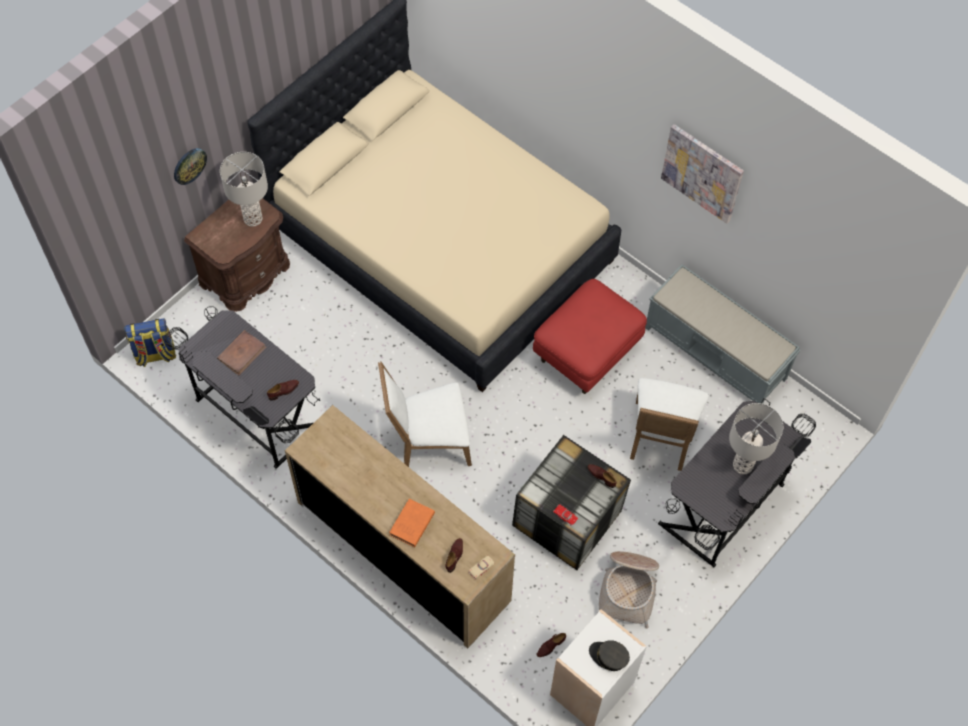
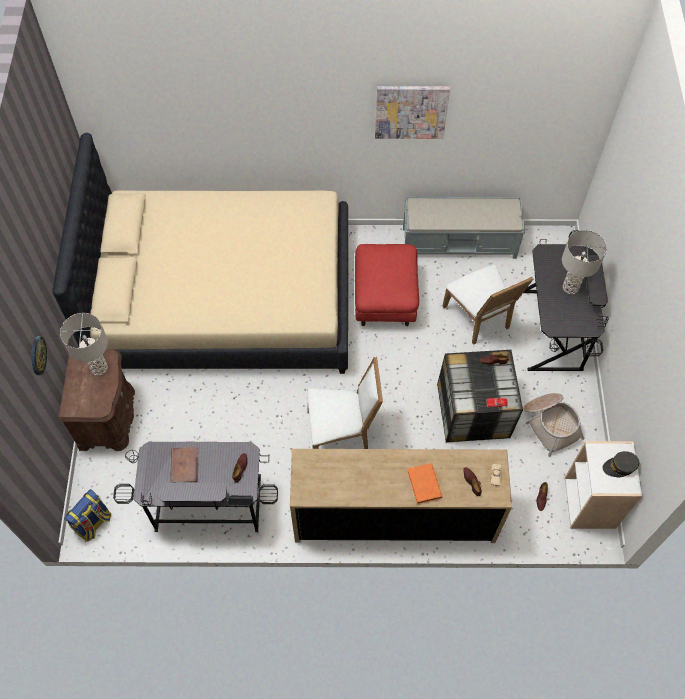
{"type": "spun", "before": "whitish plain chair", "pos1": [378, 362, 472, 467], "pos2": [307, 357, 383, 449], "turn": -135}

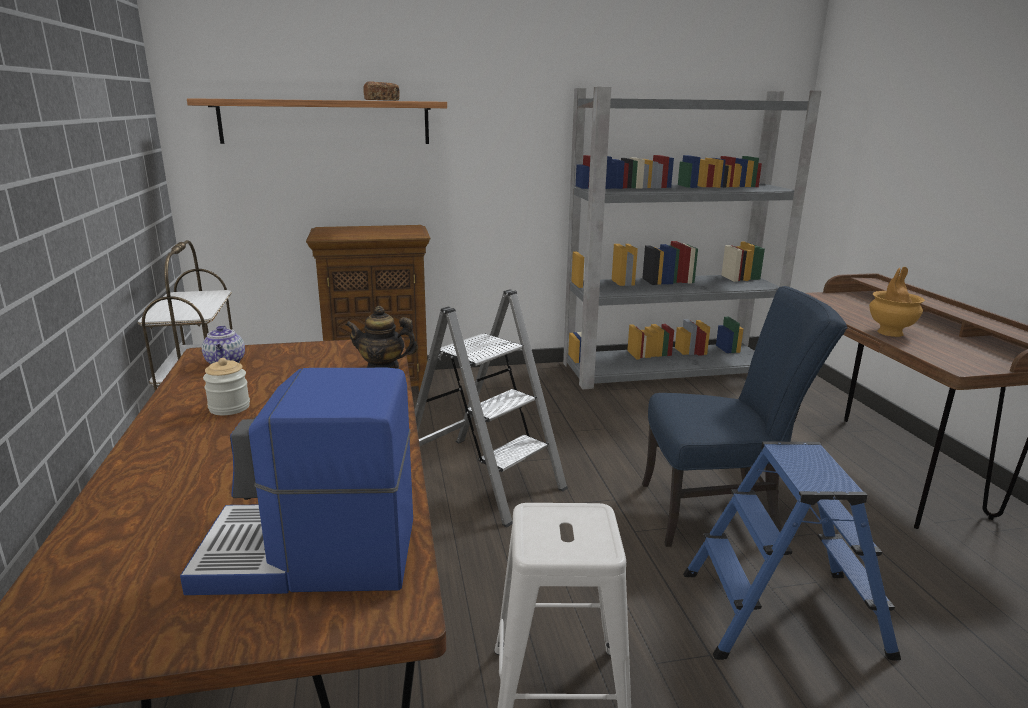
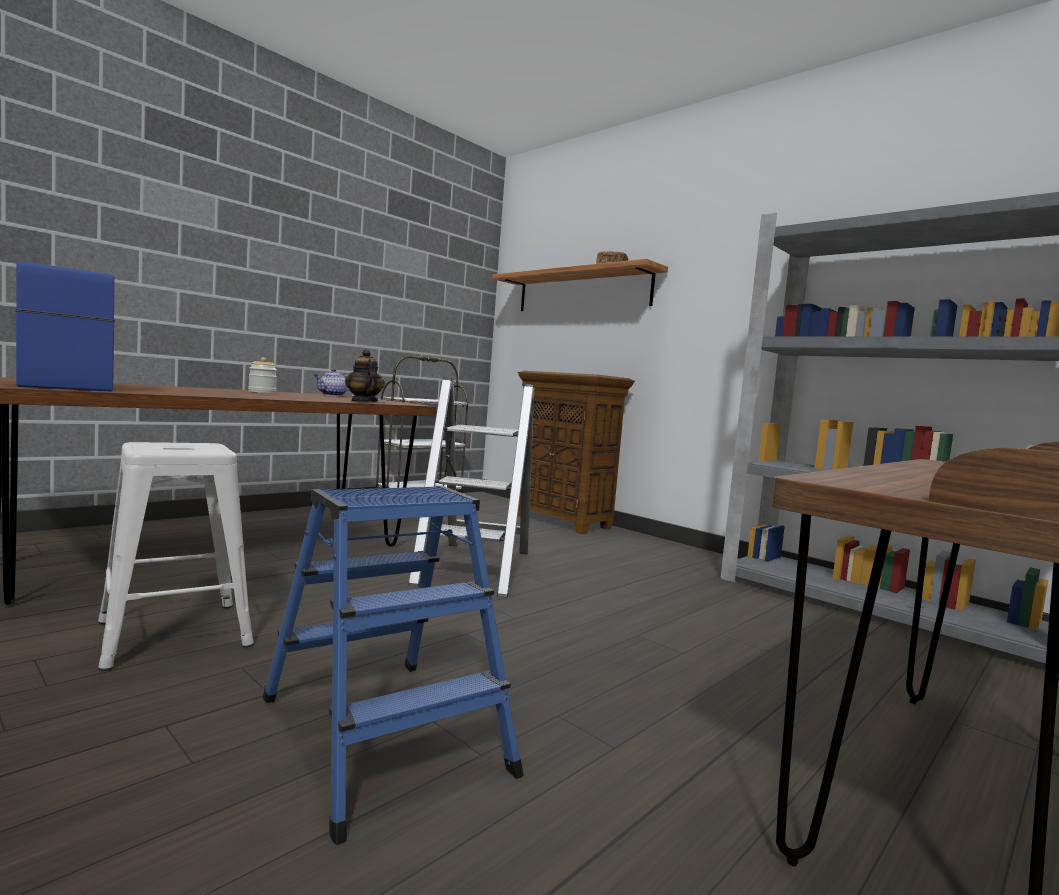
{"type": "missing", "before": "brown decorative vase", "pos1": [869, 267, 925, 337]}
{"type": "missing", "before": "blue plain chair", "pos1": [642, 286, 847, 547]}

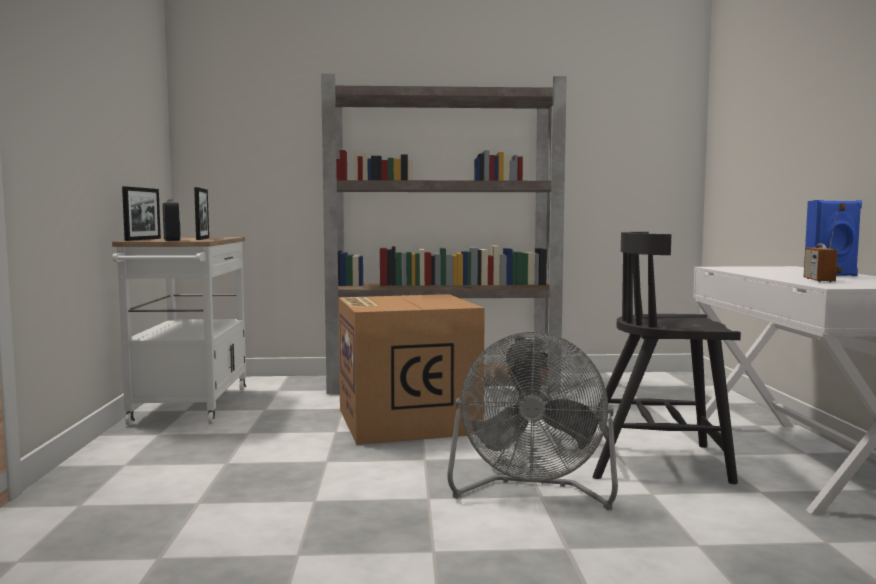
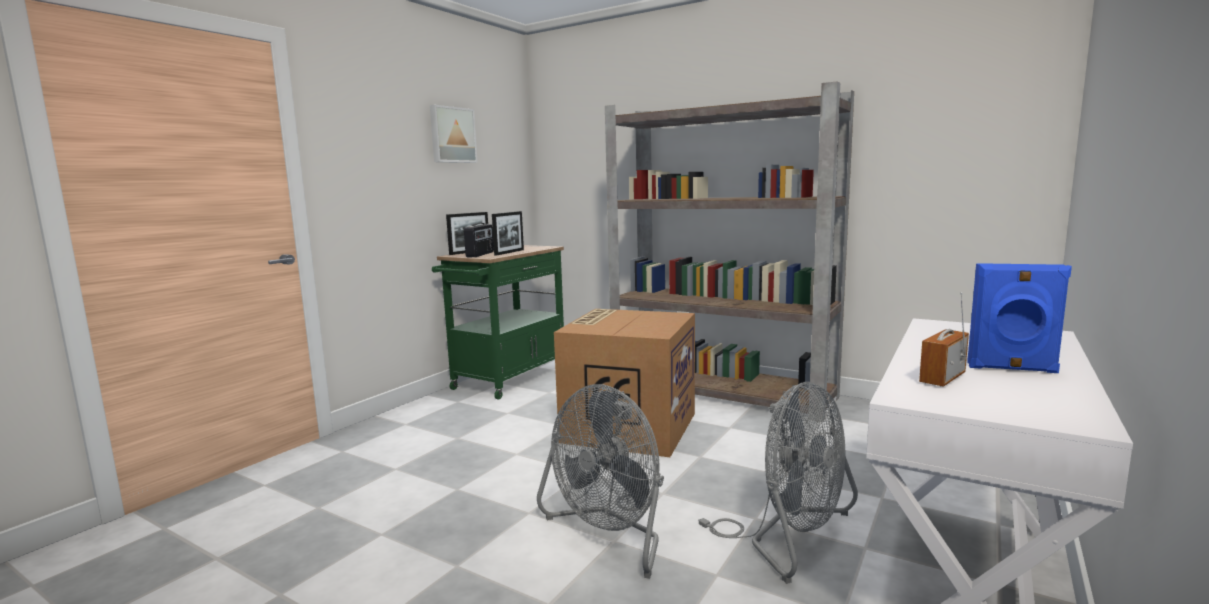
{"type": "exchanged", "before": "black plain chair", "after": "greyish cooling fan", "pos1": [588, 232, 741, 484], "pos2": [698, 382, 858, 584]}
{"type": "colour", "before": "whitish cart", "after": "greenish cart", "pos1": [112, 237, 246, 425], "pos2": [432, 245, 564, 400]}
{"type": "appeared", "after": "wall art", "pos2": [430, 105, 478, 163]}

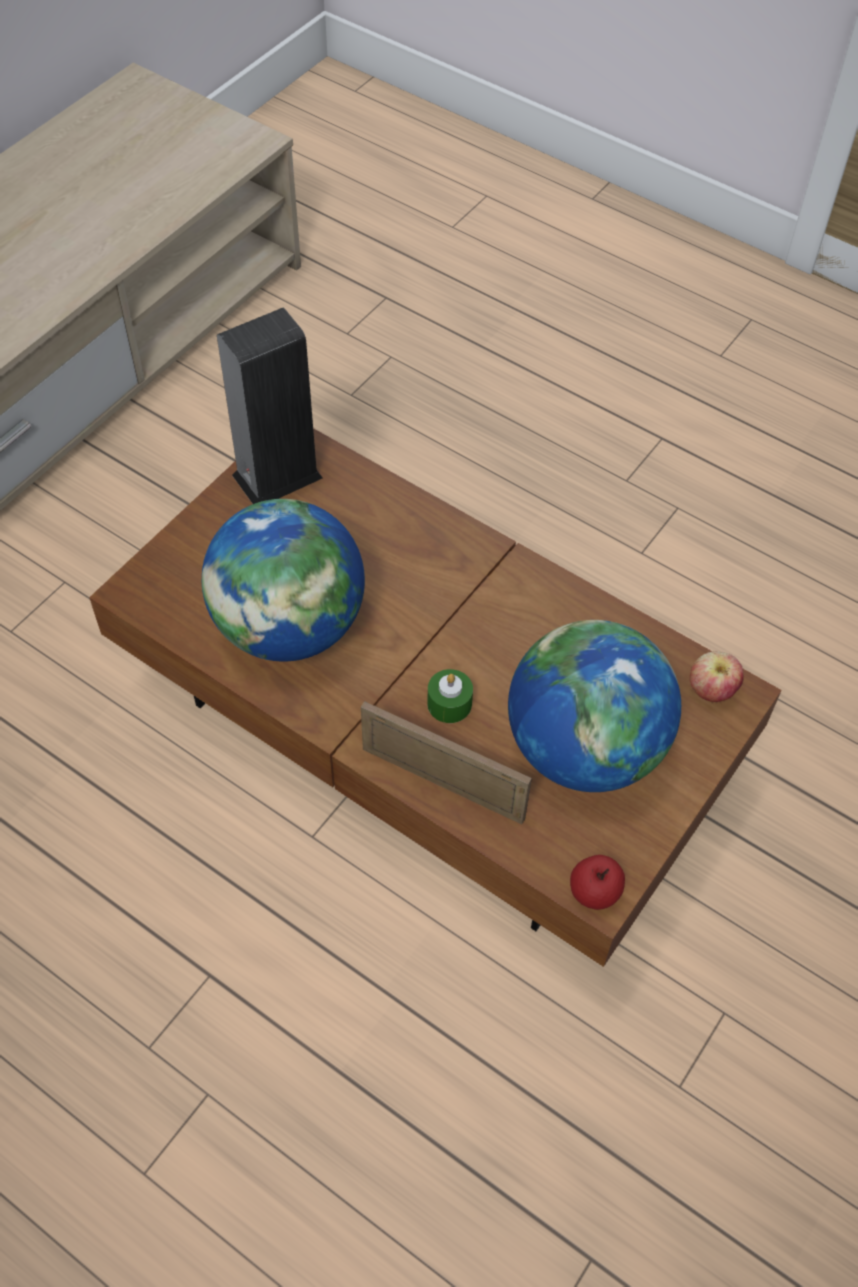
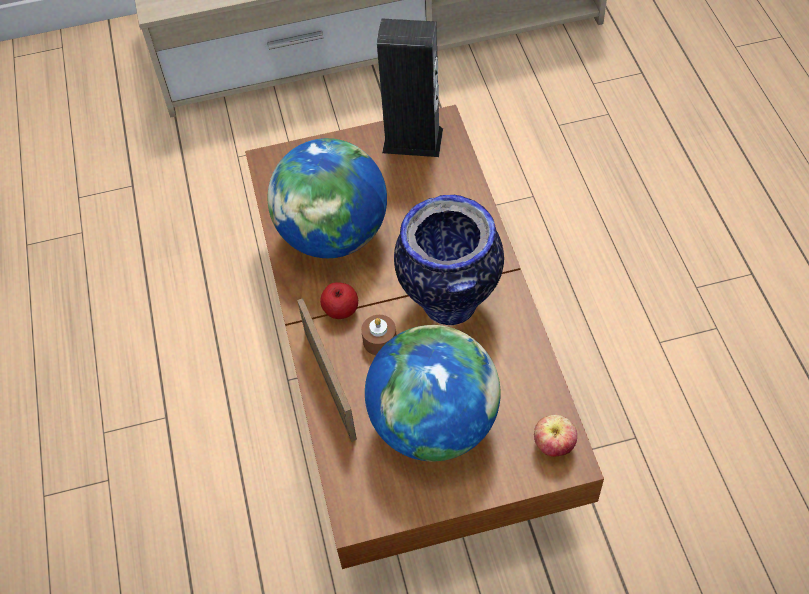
{"type": "colour", "before": "greenish candle", "after": "brown candle", "pos1": [427, 669, 473, 723], "pos2": [361, 315, 396, 355]}
{"type": "relocated", "before": "apple fruit", "pos1": [570, 855, 625, 910], "pos2": [320, 282, 358, 319]}
{"type": "appeared", "after": "decorative vase", "pos2": [394, 195, 504, 325]}

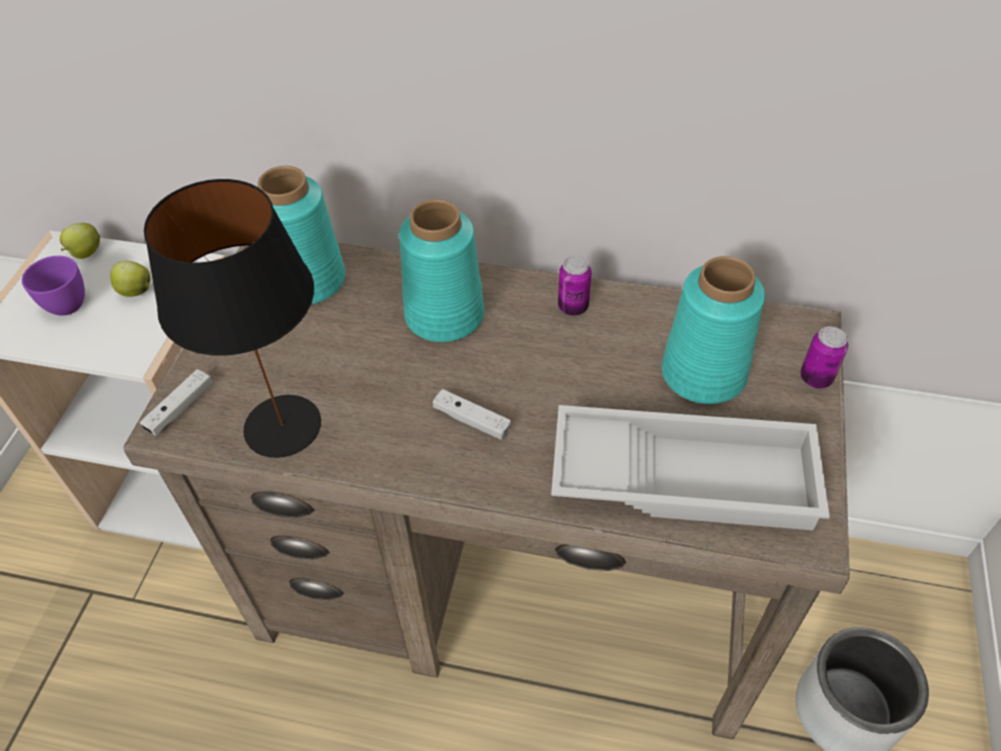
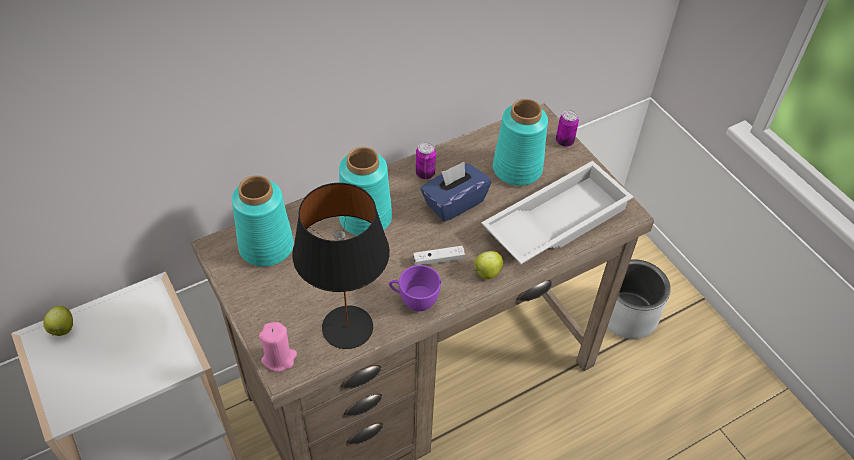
{"type": "relocated", "before": "purple drinking cup", "pos1": [22, 256, 85, 316], "pos2": [389, 265, 441, 311]}
{"type": "relocated", "before": "apple fruit", "pos1": [110, 261, 151, 297], "pos2": [474, 251, 503, 279]}
{"type": "exchanged", "before": "whitish game controller", "after": "pink-coloured candle", "pos1": [140, 369, 212, 435], "pos2": [259, 322, 297, 372]}
{"type": "appeared", "after": "blue tissue box", "pos2": [421, 162, 491, 222]}

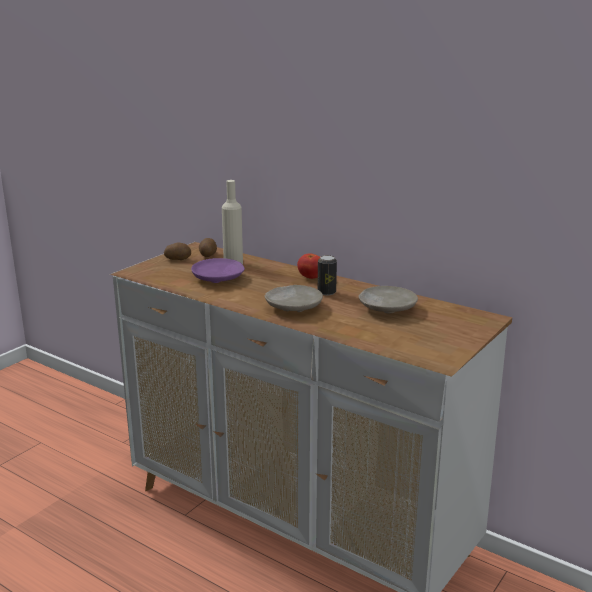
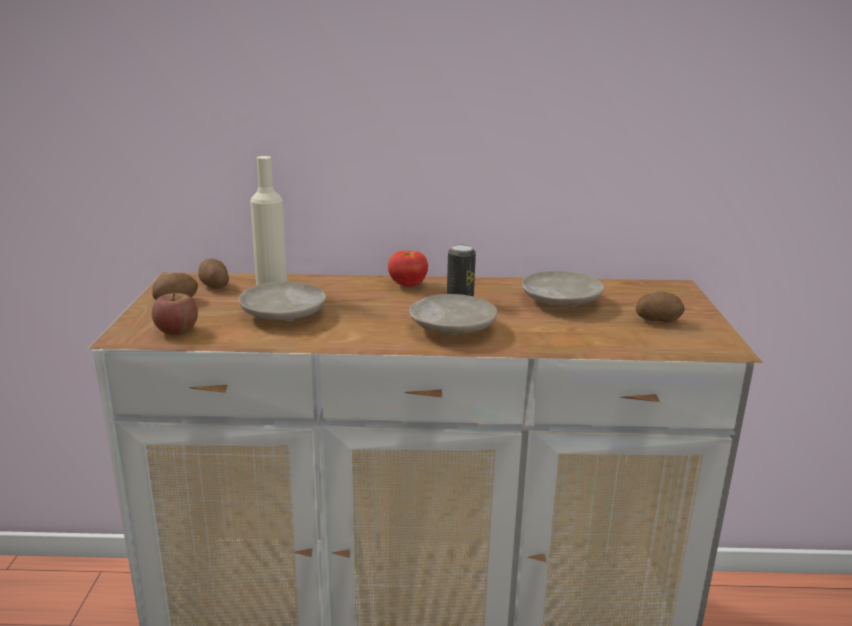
{"type": "colour", "before": "purple dinner plate", "after": "sand-coloured dinner plate", "pos1": [191, 258, 245, 283], "pos2": [238, 282, 326, 322]}
{"type": "appeared", "after": "spud", "pos2": [636, 291, 685, 322]}
{"type": "appeared", "after": "apple fruit", "pos2": [152, 293, 198, 335]}

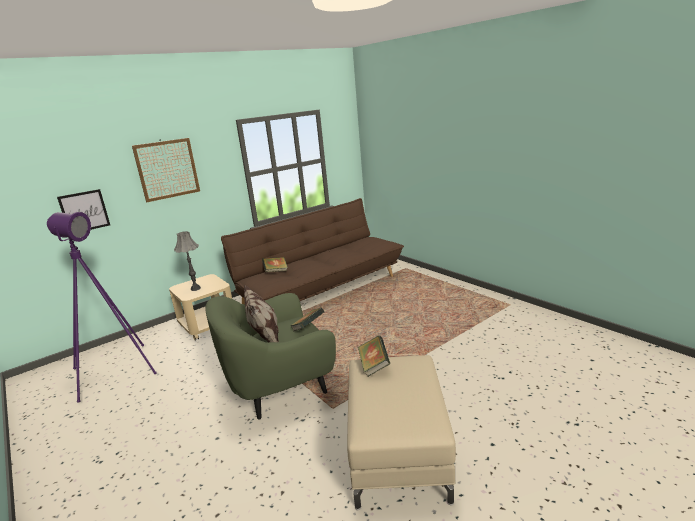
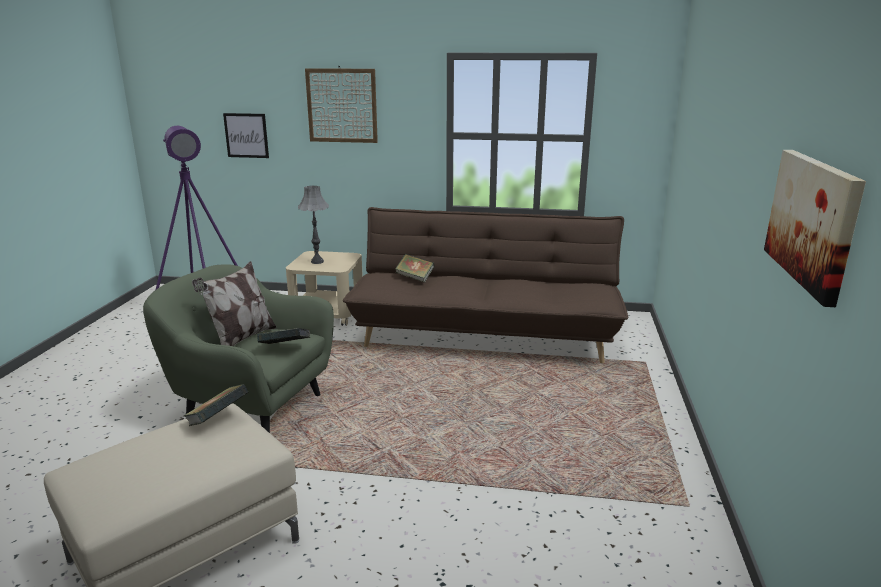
{"type": "appeared", "after": "wall art", "pos2": [764, 150, 866, 307]}

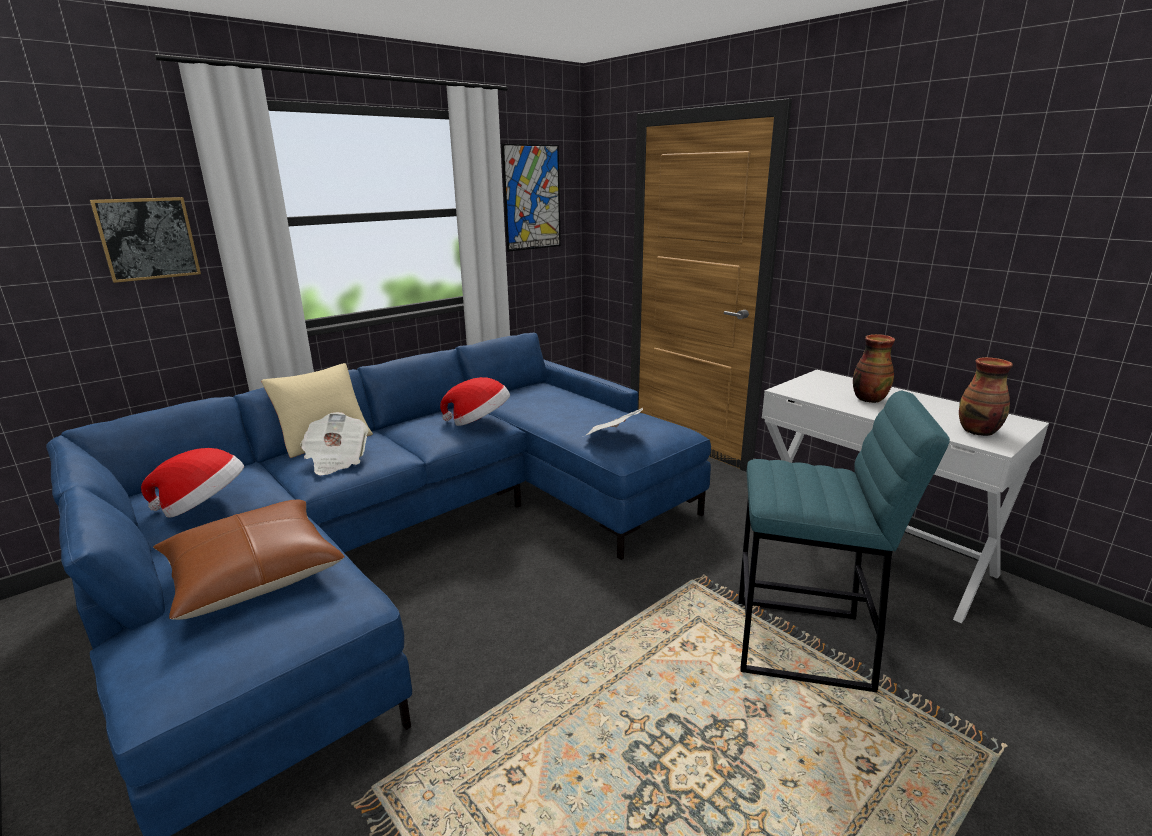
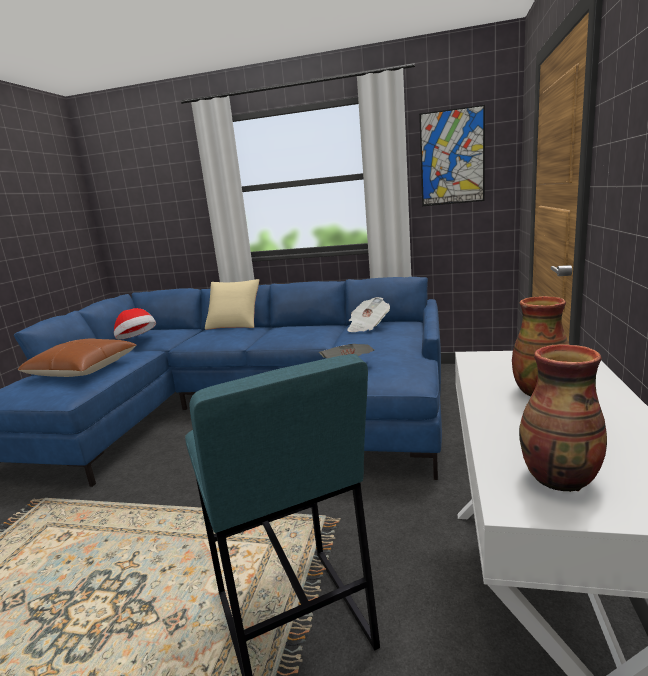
{"type": "missing", "before": "wall art", "pos1": [90, 197, 201, 283]}
{"type": "missing", "before": "clothing hat", "pos1": [440, 377, 510, 426]}
{"type": "relocated", "before": "newspaper", "pos1": [300, 412, 369, 475], "pos2": [347, 297, 390, 332]}

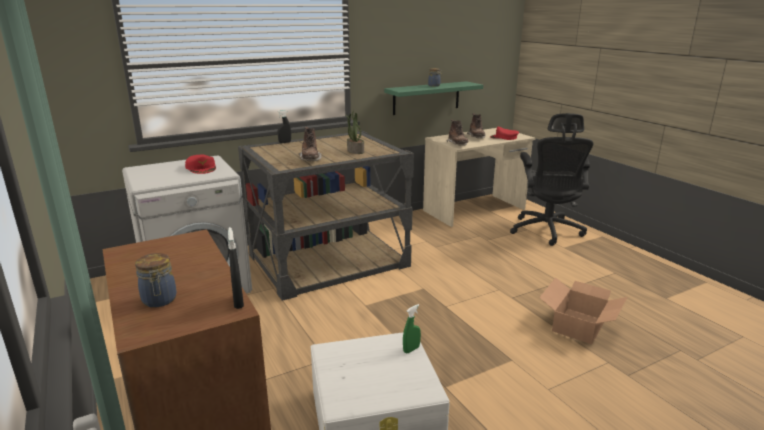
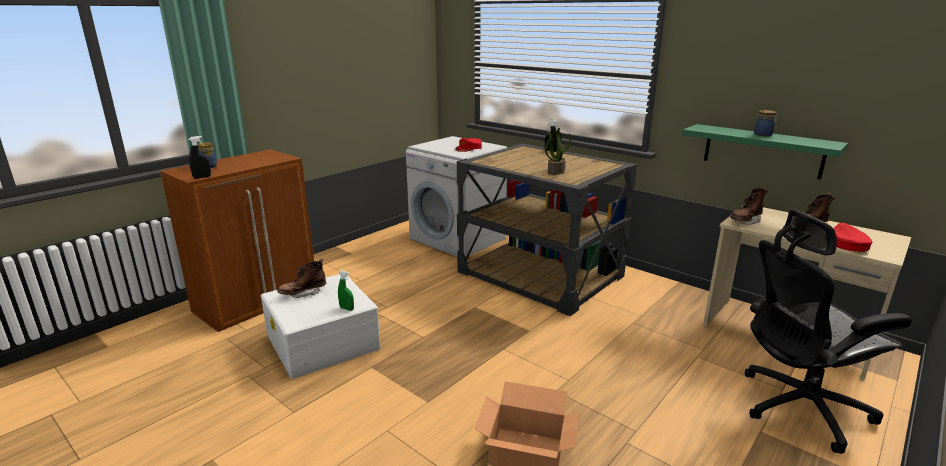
{"type": "relocated", "before": "brown boot", "pos1": [299, 127, 322, 161], "pos2": [277, 259, 326, 298]}

